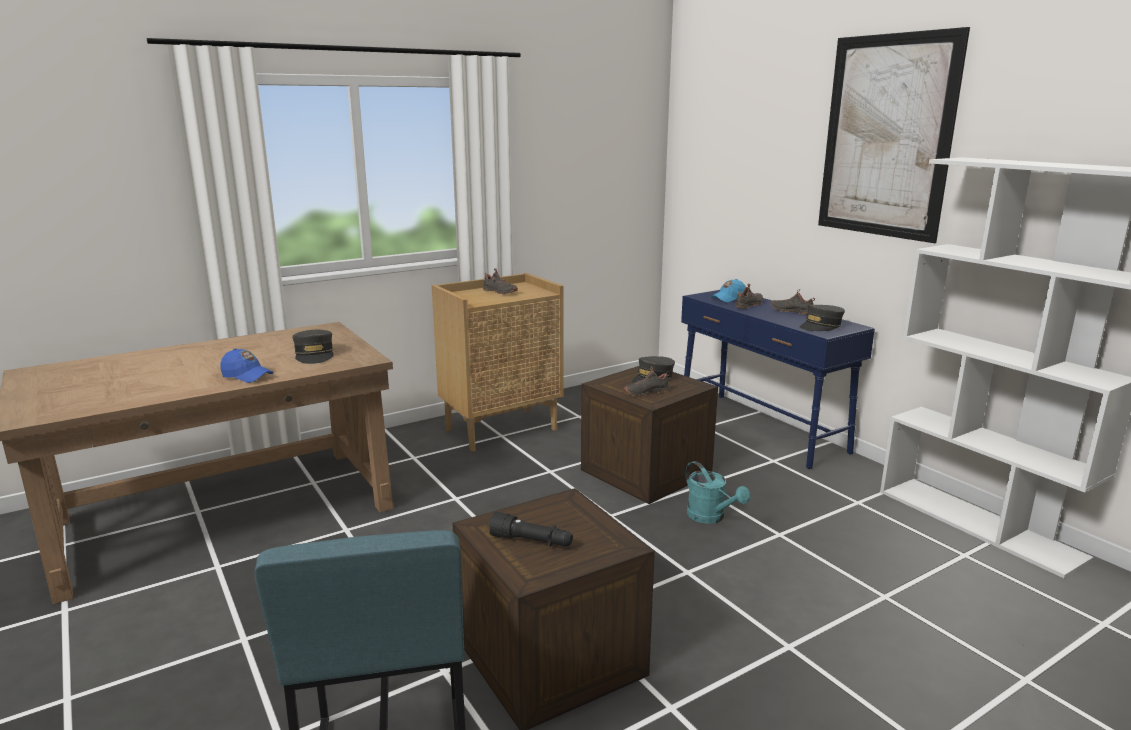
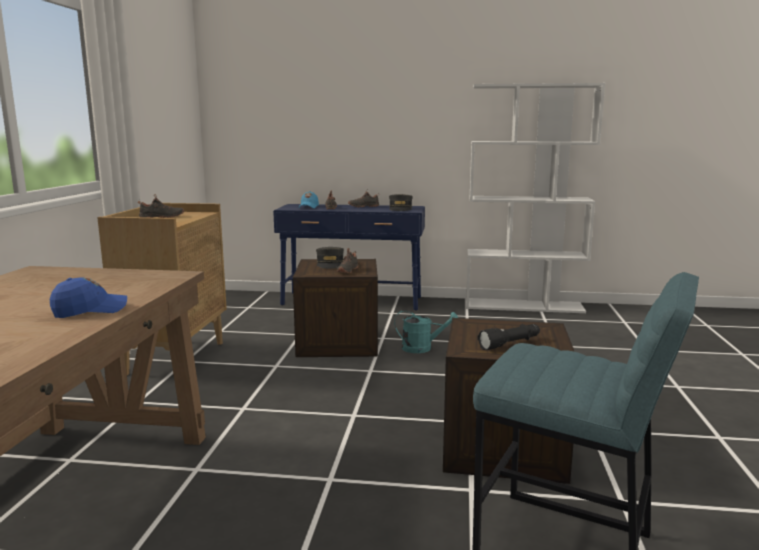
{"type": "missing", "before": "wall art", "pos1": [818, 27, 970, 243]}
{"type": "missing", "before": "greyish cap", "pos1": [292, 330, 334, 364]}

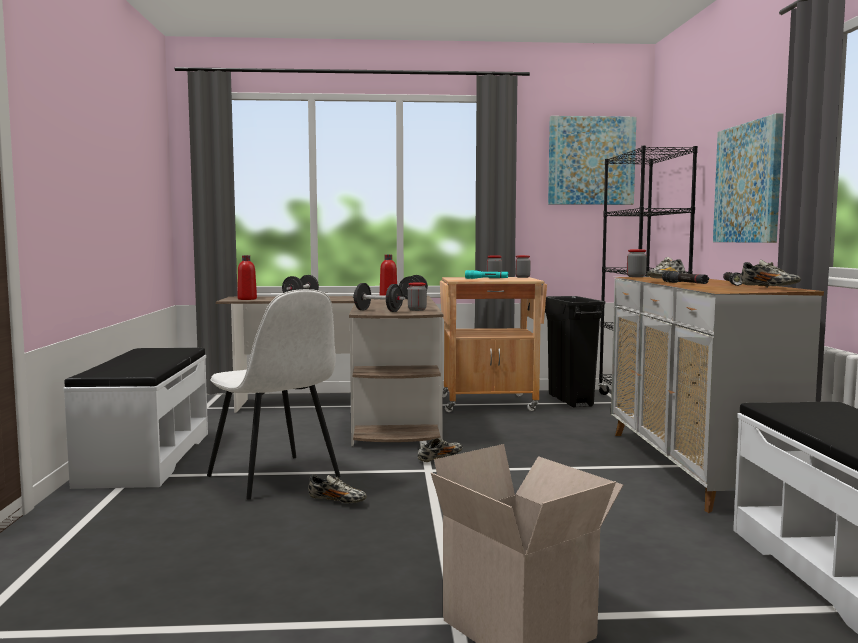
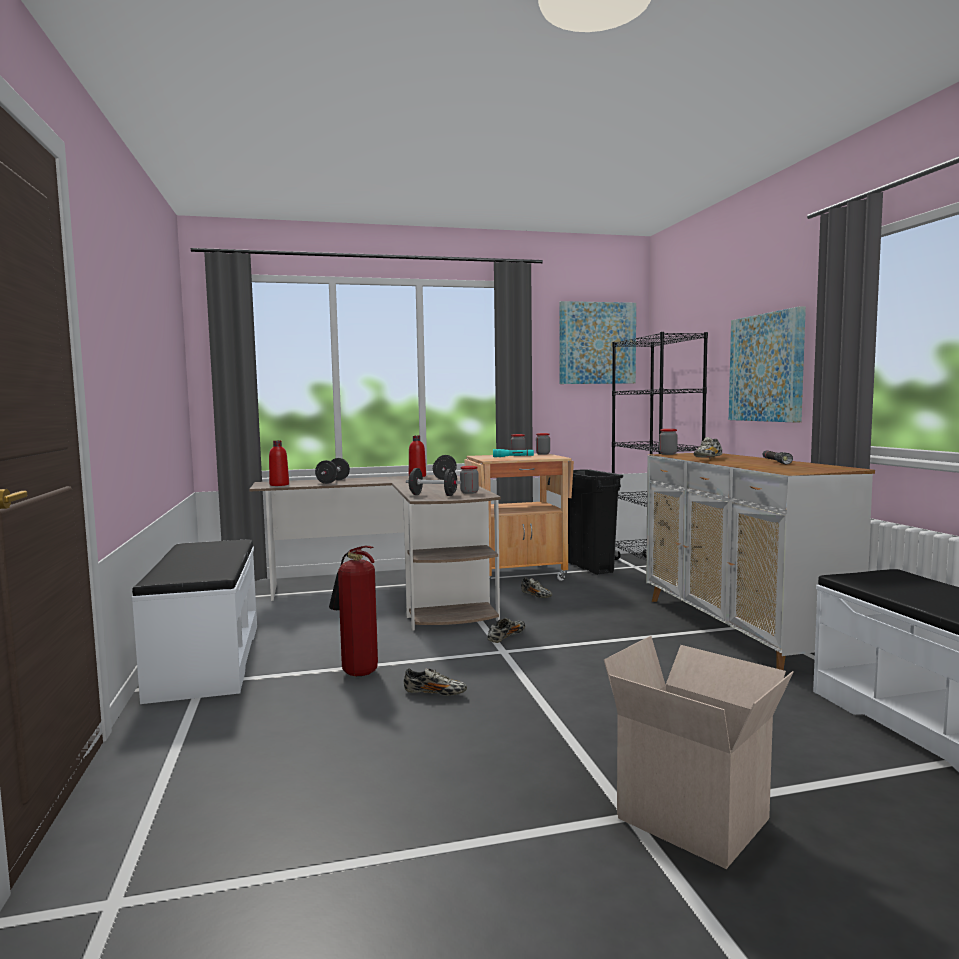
{"type": "relocated", "before": "low shoe", "pos1": [741, 260, 801, 288], "pos2": [521, 577, 552, 598]}
{"type": "missing", "before": "black flashlight", "pos1": [662, 271, 709, 284]}
{"type": "exchanged", "before": "whitish plain chair", "after": "extinguisher", "pos1": [207, 289, 340, 500], "pos2": [329, 546, 378, 676]}

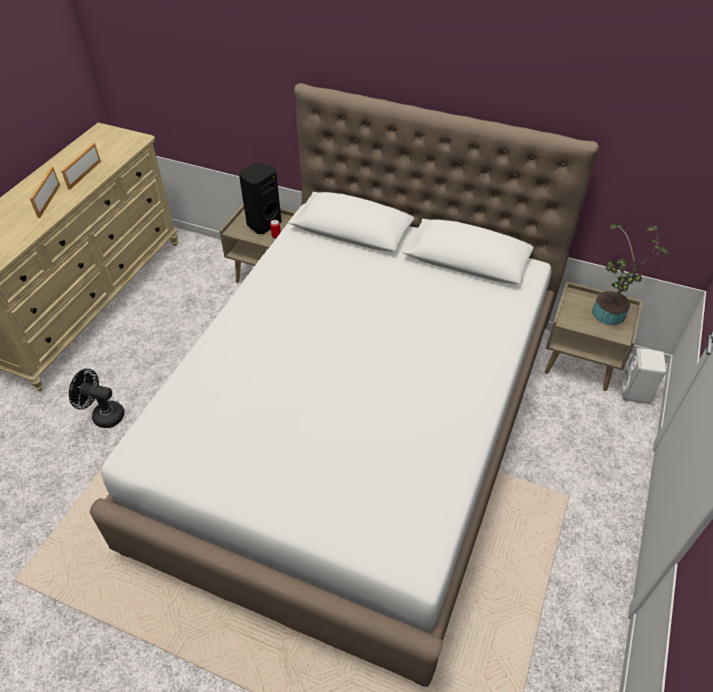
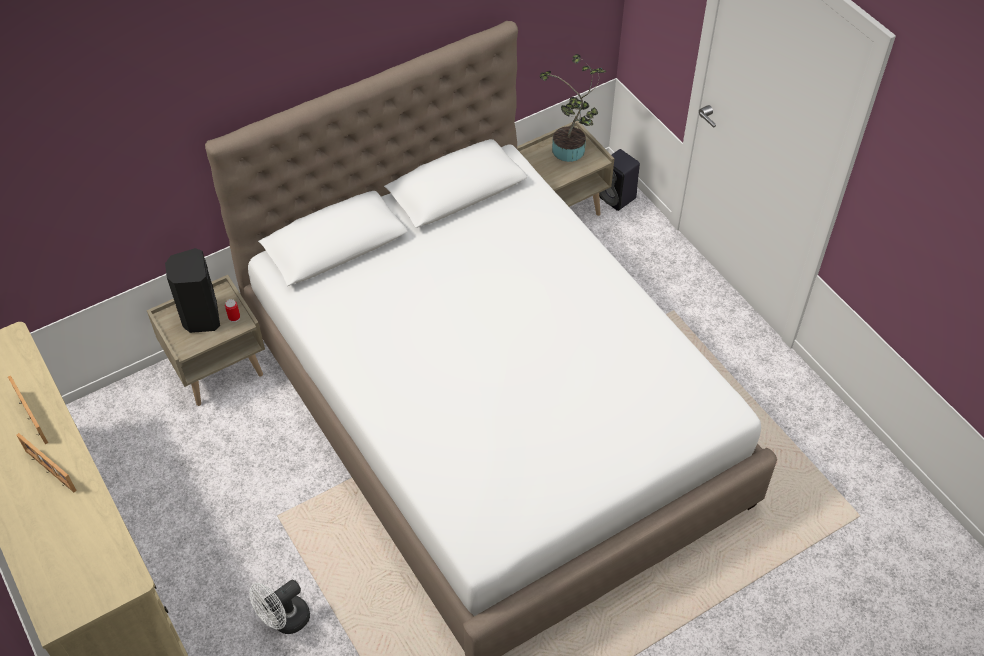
{"type": "colour", "before": "whitish speaker", "after": "black speaker", "pos1": [621, 348, 666, 404], "pos2": [599, 149, 640, 211]}
{"type": "colour", "before": "black cooling fan", "after": "whitish cooling fan", "pos1": [69, 369, 125, 428], "pos2": [249, 580, 310, 634]}

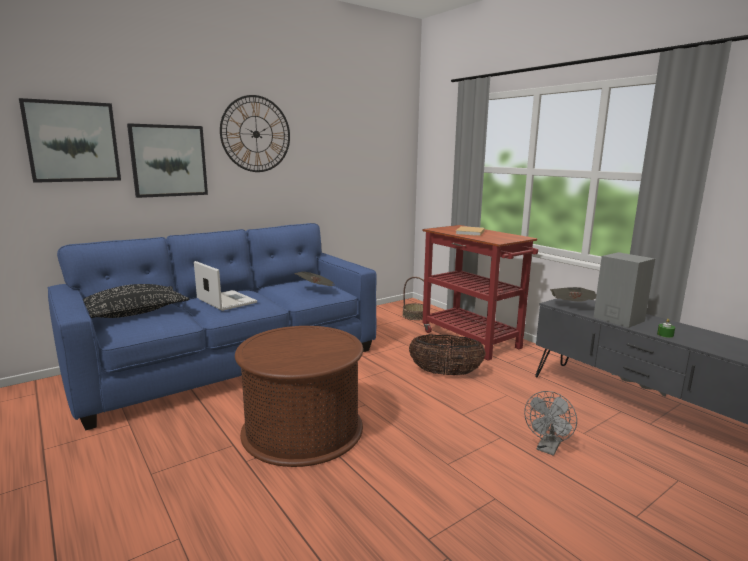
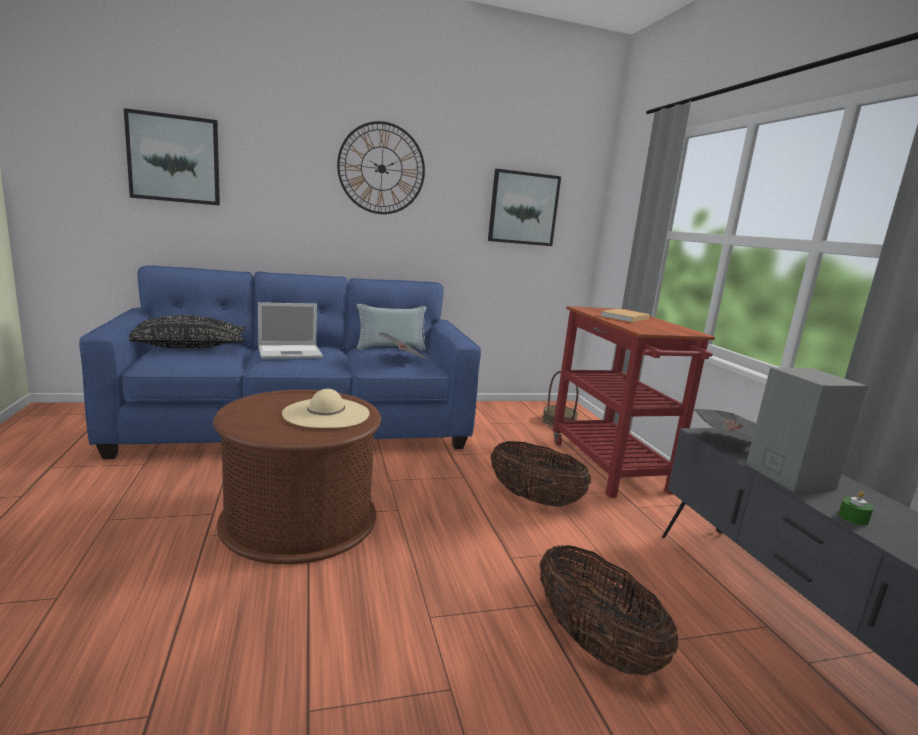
{"type": "relocated", "before": "wall art", "pos1": [127, 123, 208, 198], "pos2": [488, 169, 561, 246]}
{"type": "spun", "before": "portable computer", "pos1": [194, 261, 257, 311], "pos2": [258, 302, 323, 359], "turn": 90}
{"type": "exchanged", "before": "greyish cooling fan", "after": "storage basket", "pos1": [524, 391, 577, 455], "pos2": [539, 544, 678, 676]}
{"type": "appeared", "after": "blue throw pillow", "pos2": [356, 304, 426, 351]}
{"type": "appeared", "after": "sand-coloured clothing hat", "pos2": [282, 389, 369, 428]}

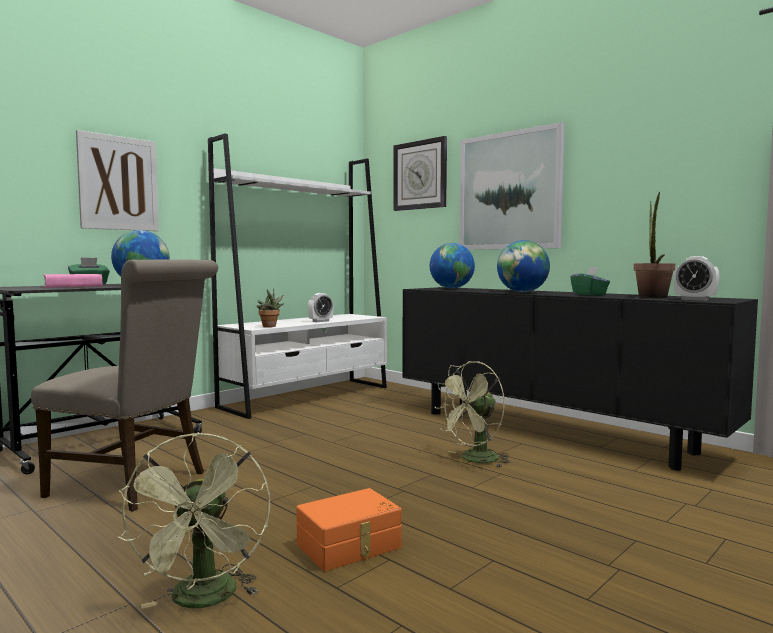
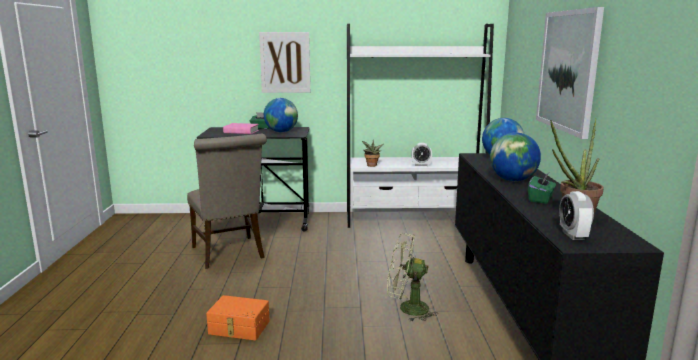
{"type": "missing", "before": "hanging clock", "pos1": [393, 136, 447, 211]}
{"type": "missing", "before": "greenish cooling fan", "pos1": [116, 432, 270, 609]}

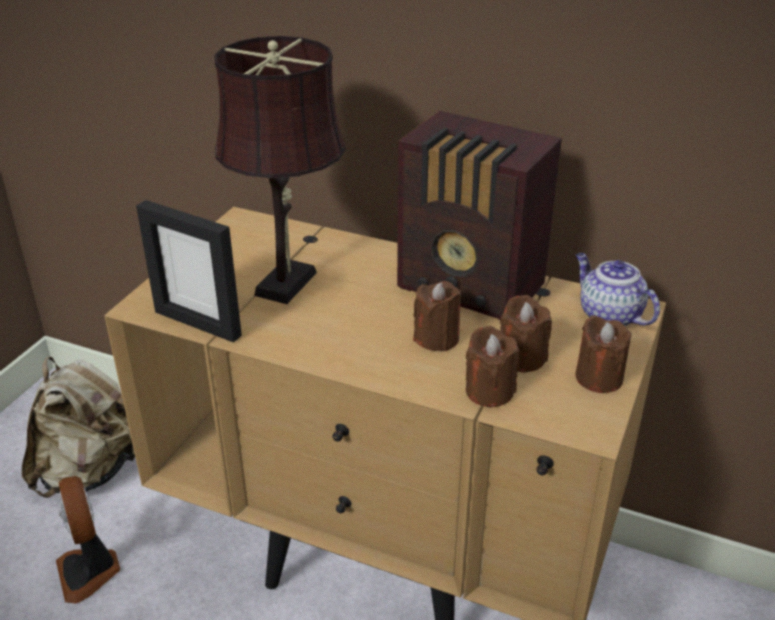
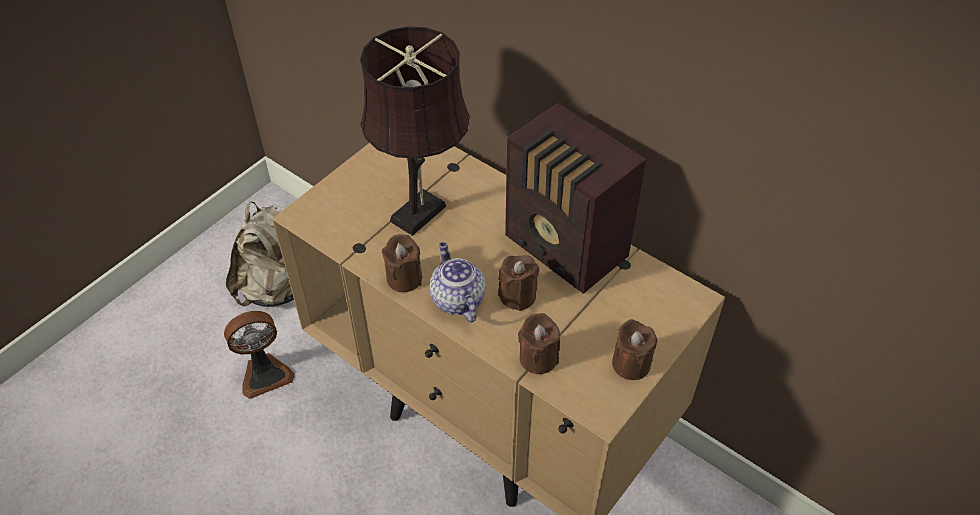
{"type": "missing", "before": "standing frame", "pos1": [136, 200, 242, 342]}
{"type": "relocated", "before": "tea pot", "pos1": [576, 253, 660, 326], "pos2": [430, 242, 486, 322]}
{"type": "relocated", "before": "brown candle", "pos1": [500, 295, 552, 372], "pos2": [382, 234, 422, 292]}
{"type": "spun", "before": "cooling fan", "pos1": [56, 476, 120, 604], "pos2": [224, 311, 295, 399], "turn": -105}

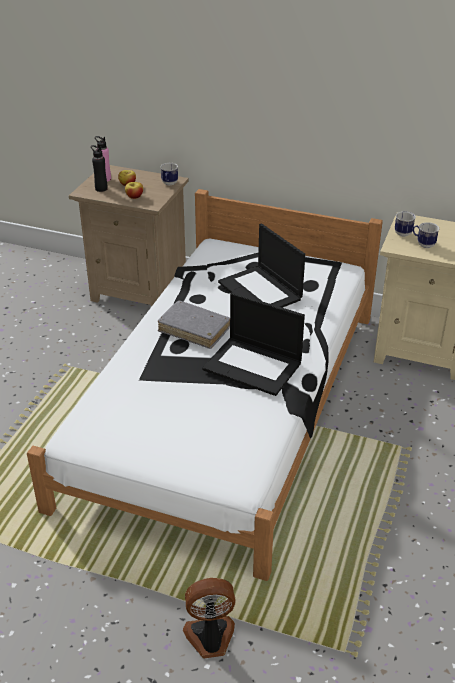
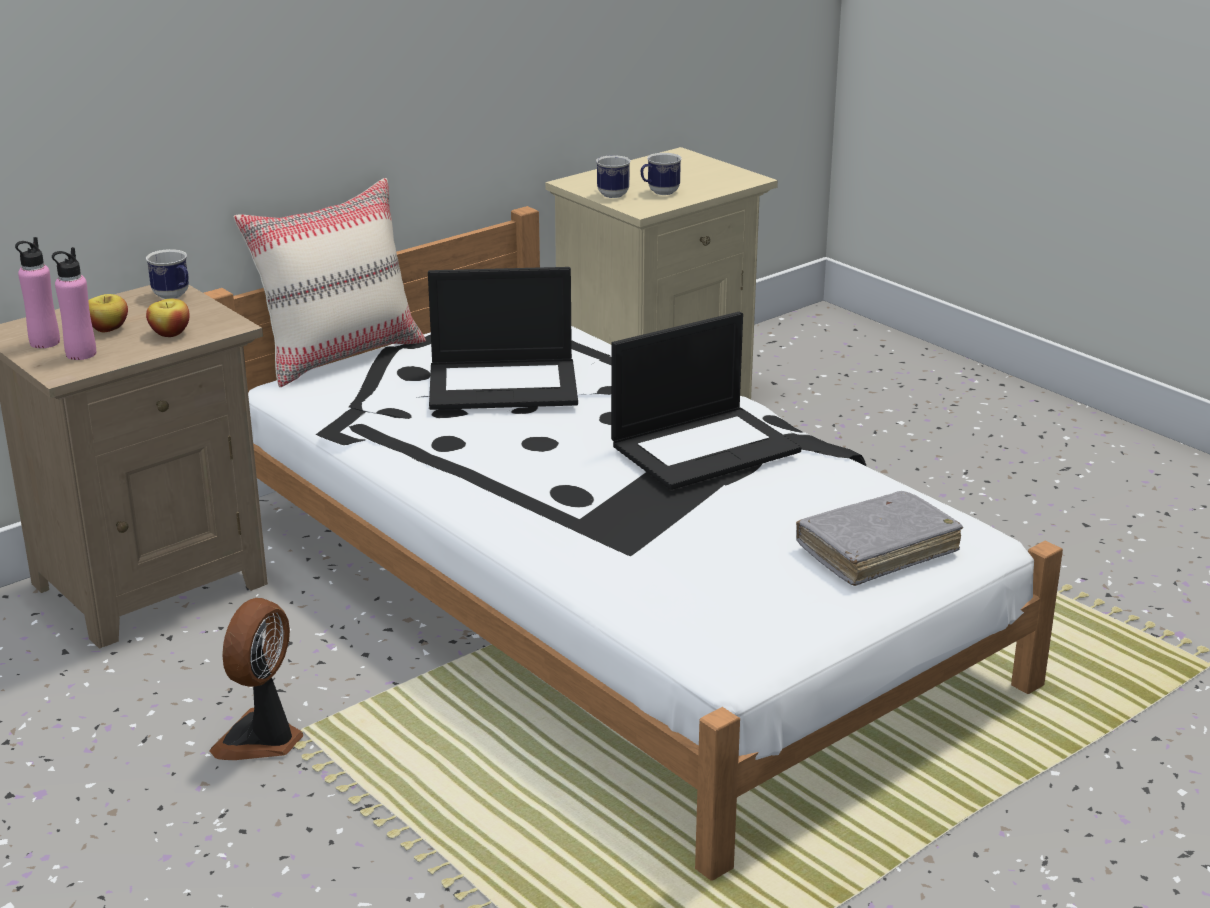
{"type": "colour", "before": "black beverage bottle", "after": "pink-coloured beverage bottle", "pos1": [91, 145, 108, 192], "pos2": [52, 247, 96, 360]}
{"type": "relocated", "before": "greyish bound book", "pos1": [158, 301, 230, 349], "pos2": [796, 491, 963, 586]}
{"type": "relocated", "before": "cooling fan", "pos1": [183, 578, 236, 658], "pos2": [209, 598, 303, 760]}
{"type": "appeared", "after": "sand-coloured throw pillow", "pos2": [234, 178, 426, 387]}

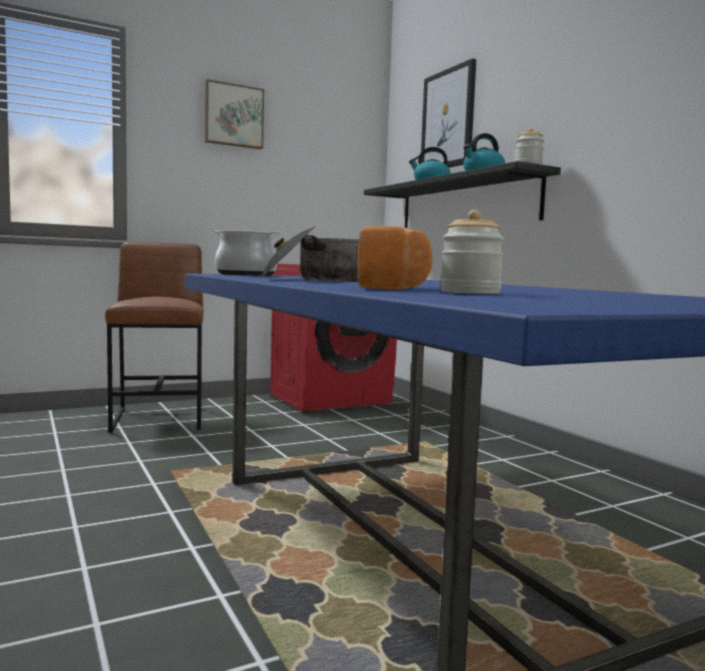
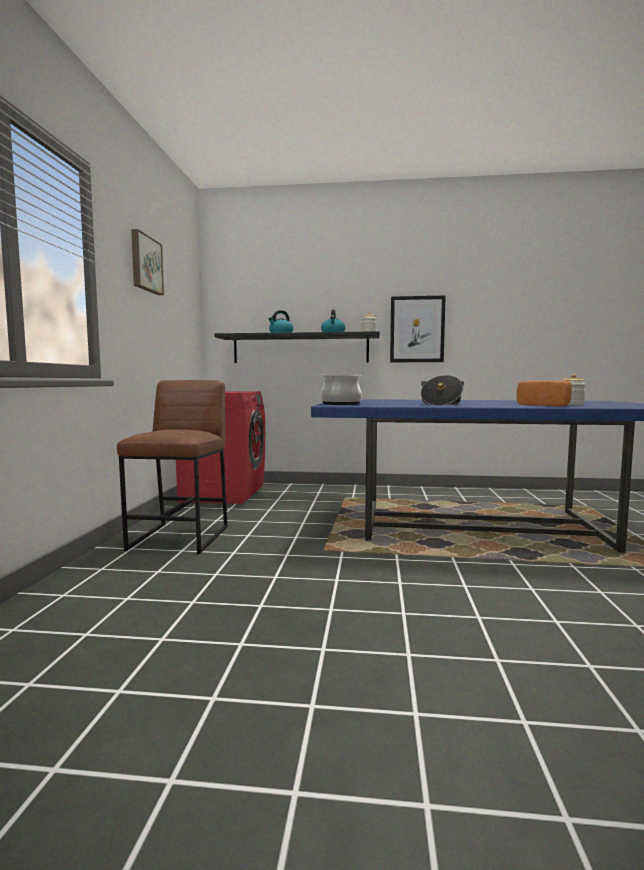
{"type": "relocated", "before": "wall art", "pos1": [421, 58, 476, 168], "pos2": [390, 296, 446, 362]}
{"type": "spun", "before": "brown plain chair", "pos1": [105, 242, 204, 433], "pos2": [117, 380, 228, 554], "turn": 75}

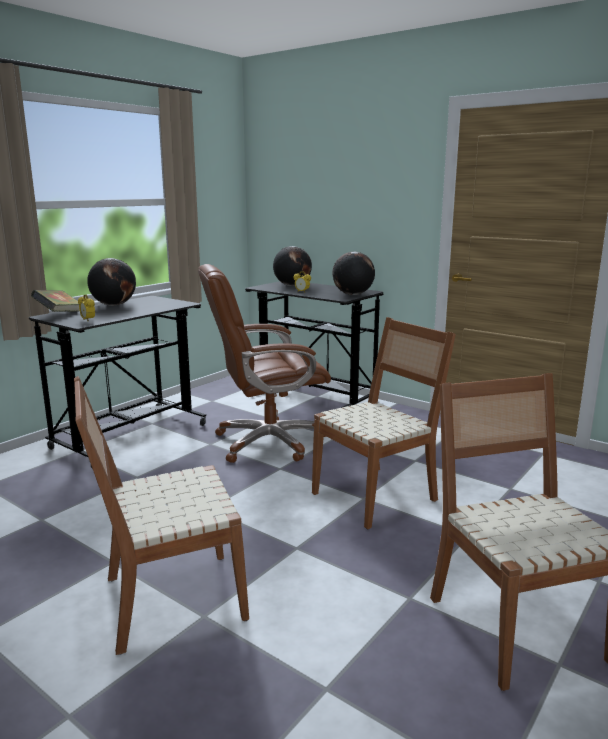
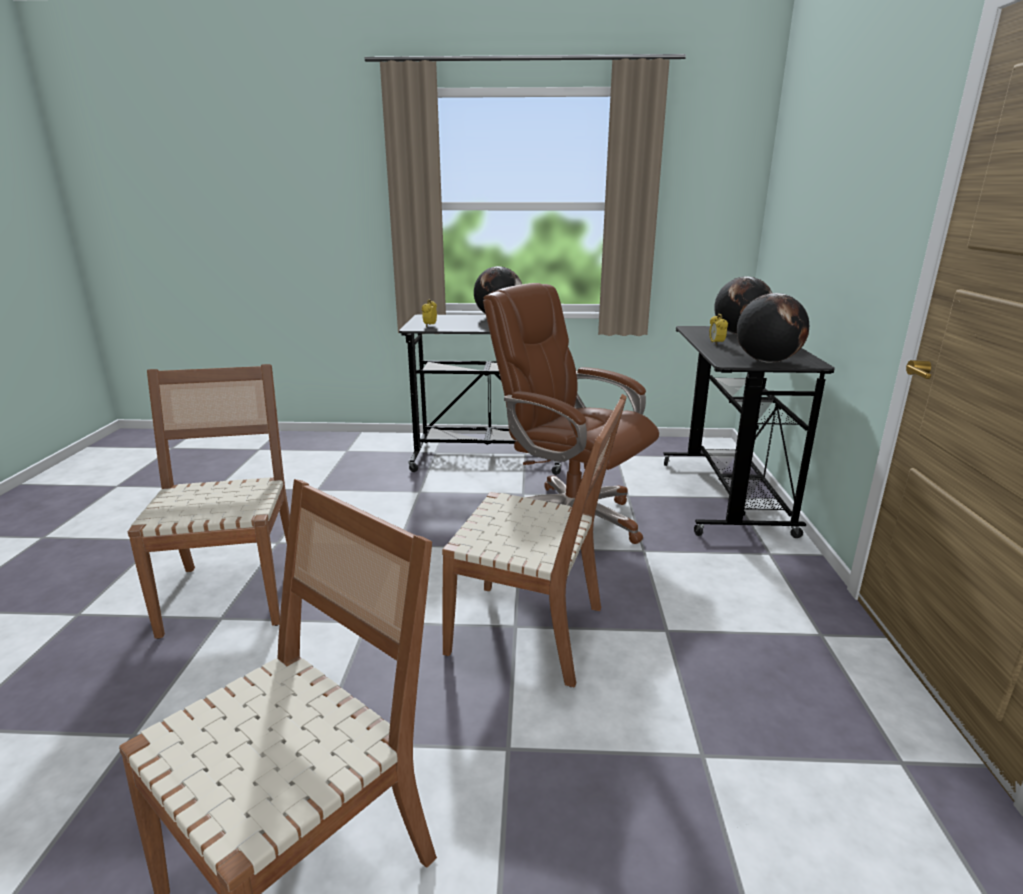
{"type": "missing", "before": "bound book", "pos1": [31, 290, 79, 312]}
{"type": "spun", "before": "plain chair", "pos1": [74, 376, 249, 655], "pos2": [128, 364, 290, 639], "turn": 45}

